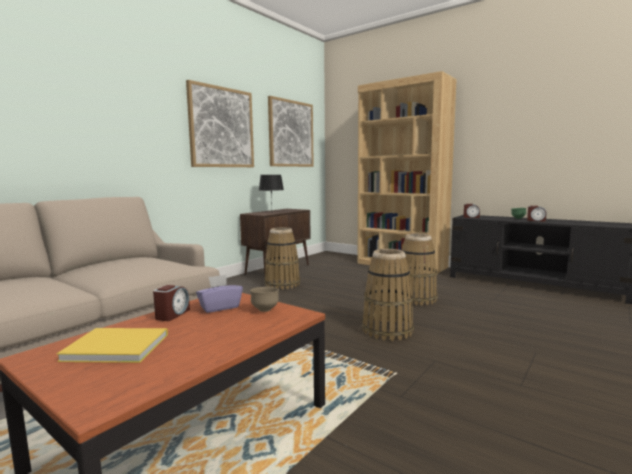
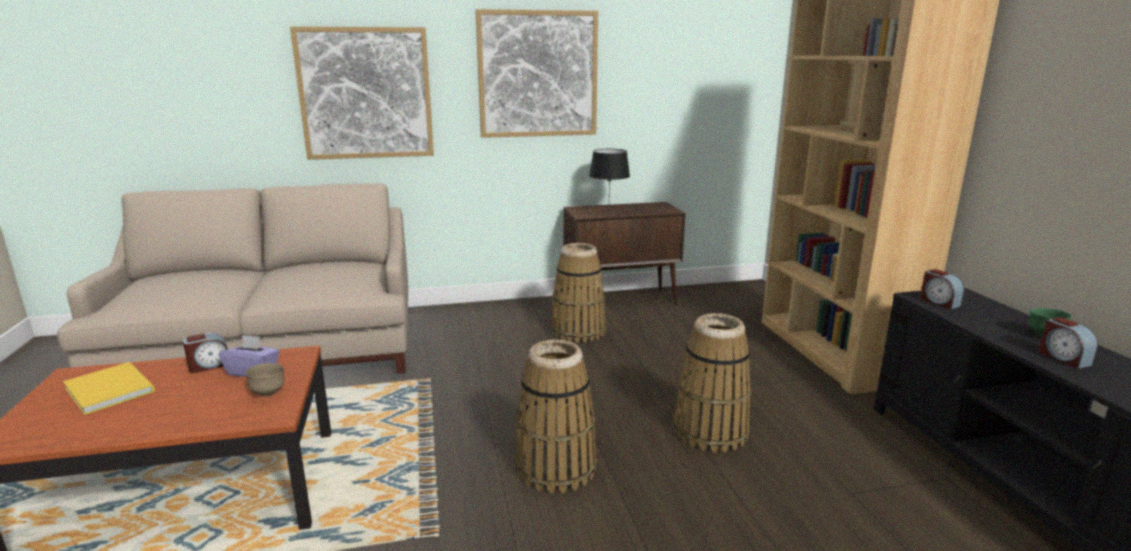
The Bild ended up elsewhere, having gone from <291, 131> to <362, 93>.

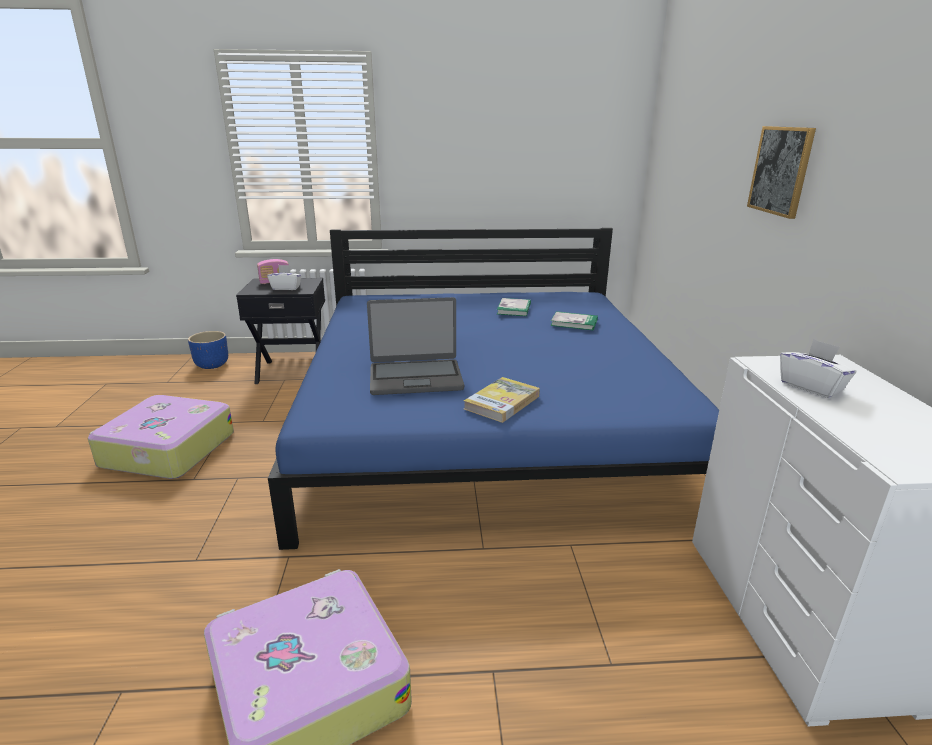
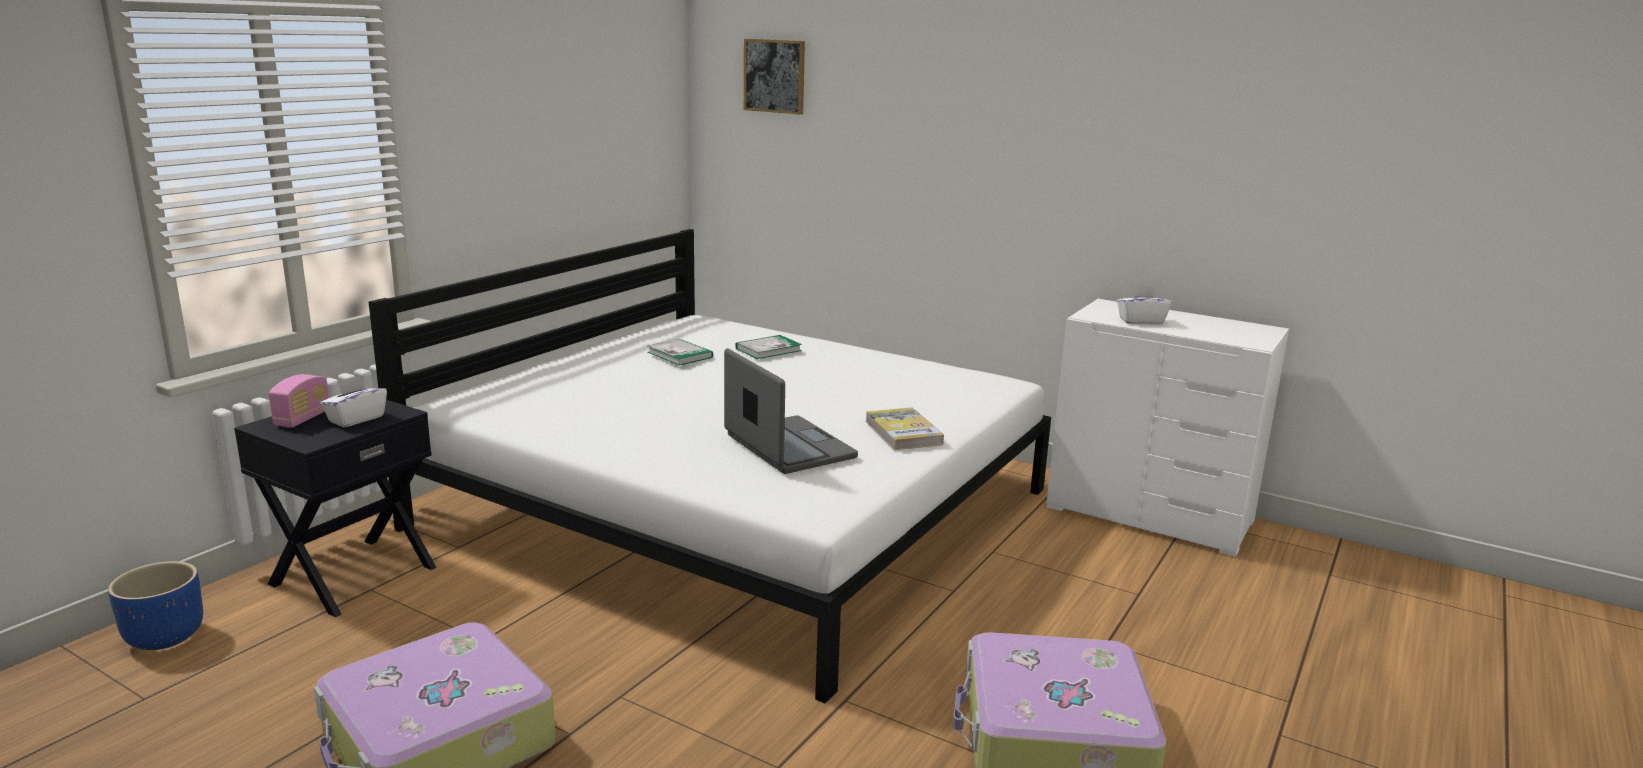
The Bild ended up elsewhere, having gone from <781, 172> to <774, 77>.
What was the Bett (blau) at <493, 389> turned into the Bett (weiß) at <709, 466>.
The Laptop at <415, 346> ended up facing another way, 60 degrees counterclockwise from before.

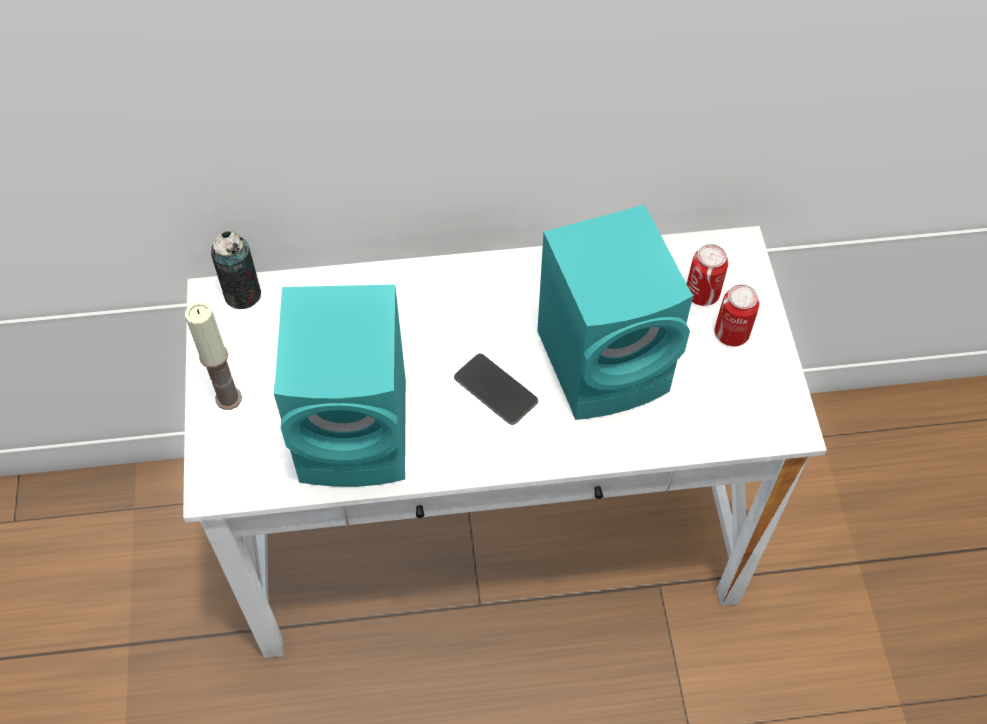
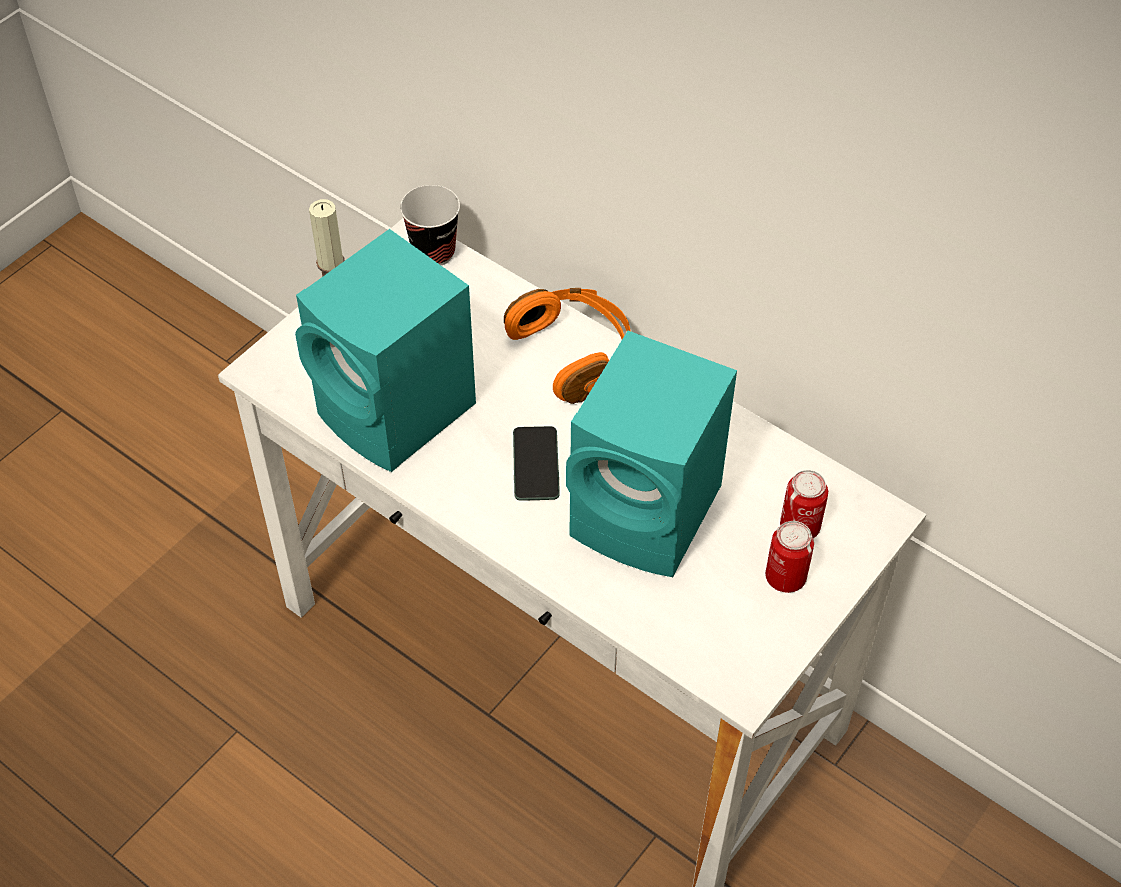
Where the Dose stood at <236, 270>, the Tasse came to stand at <430, 225>.
The second view gained the Kopfhörer (orange) at <567, 346>.

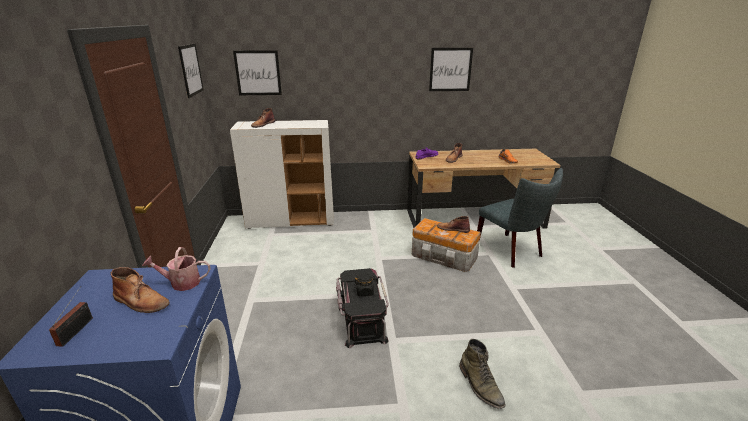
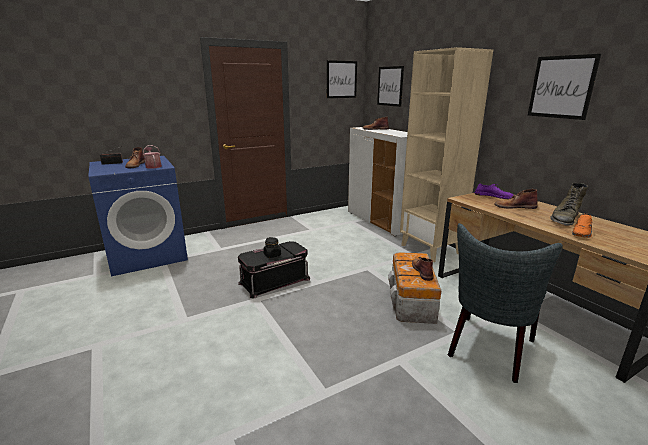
The Stiefel (grün) ended up elsewhere, having gone from <482, 374> to <569, 204>.
The second view gained the Bücherregal (beige) at <446, 154>.

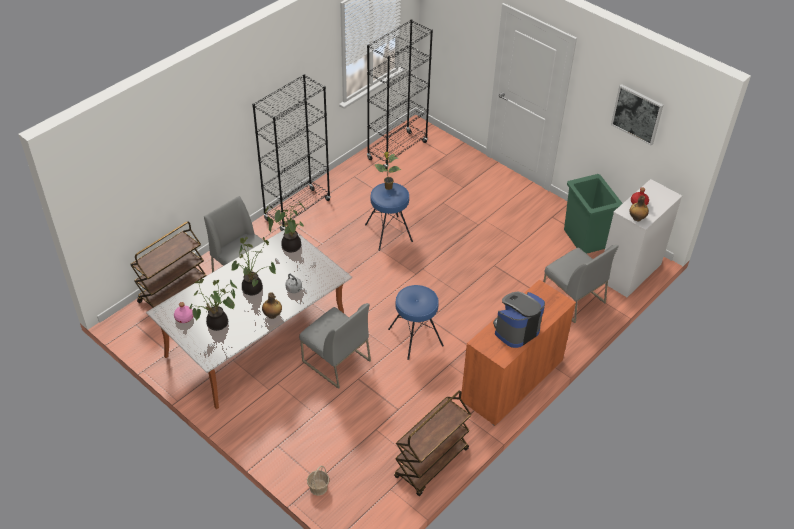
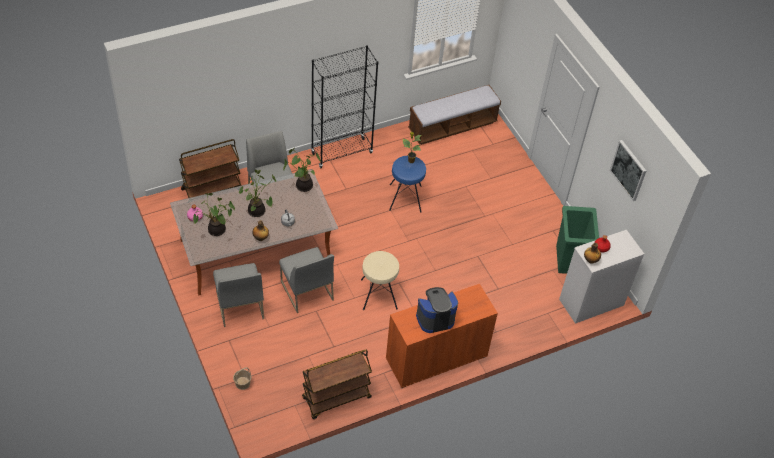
Where the Bücherregal (schwarz) stood at <400, 94>, the Bank came to stand at <454, 115>.
The Stuhl (grau) ended up elsewhere, having gone from <581, 284> to <238, 295>.
What was the Hocker (blau) at <416, 322> turned into the Hocker (beige) at <380, 280>.

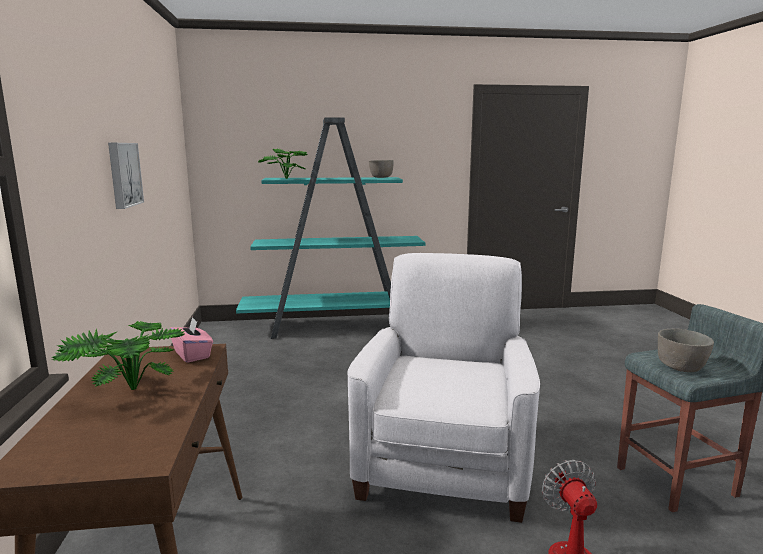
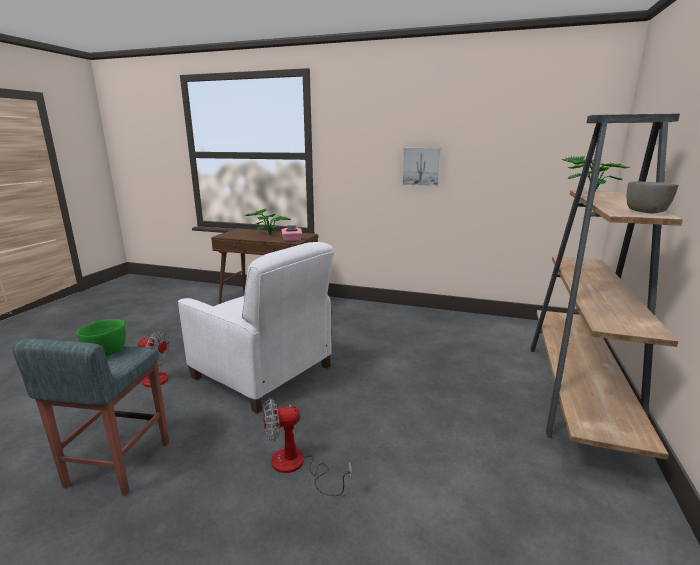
What was the Bücherregal (türkis) at <330, 228> turned into the Bücherregal (braun) at <606, 286>.
What was the Schüssel (grau) at <686, 350> turned into the Schüssel (grün) at <101, 337>.
The second view gained the Ventilator at <307, 447>.

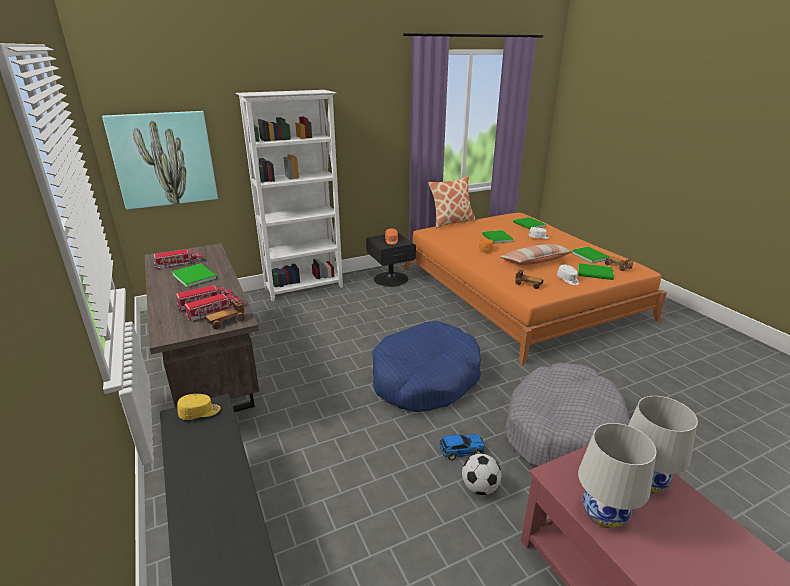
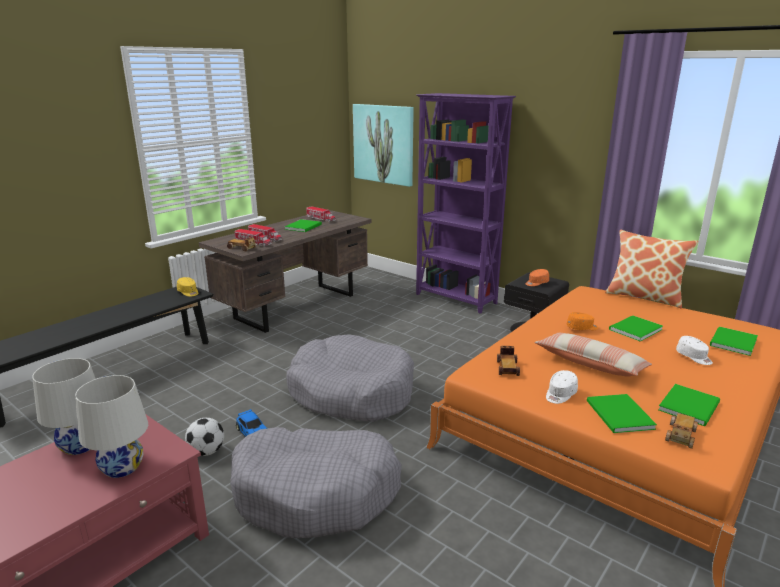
What was the Bücherregal (weiß) at <289, 196> turned into the Bücherregal (lila) at <466, 203>.
What was the Hundebett (blau) at <426, 366> turned into the Hundebett (grau) at <350, 378>.

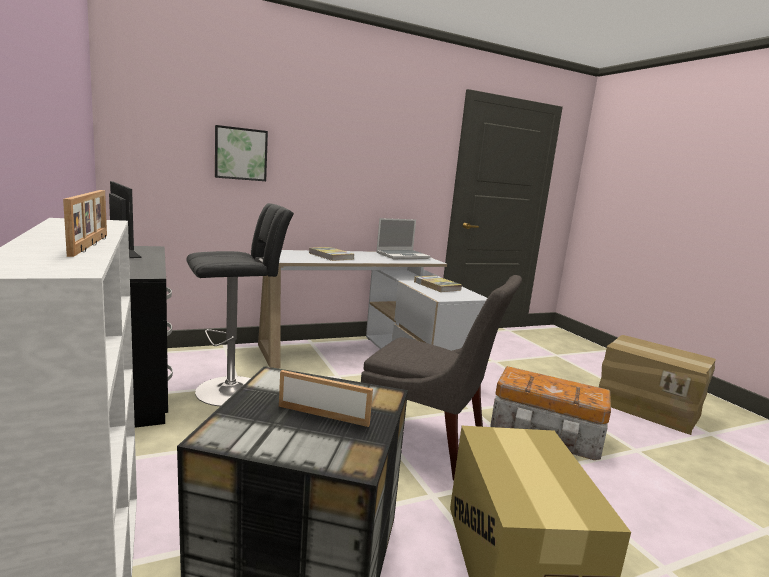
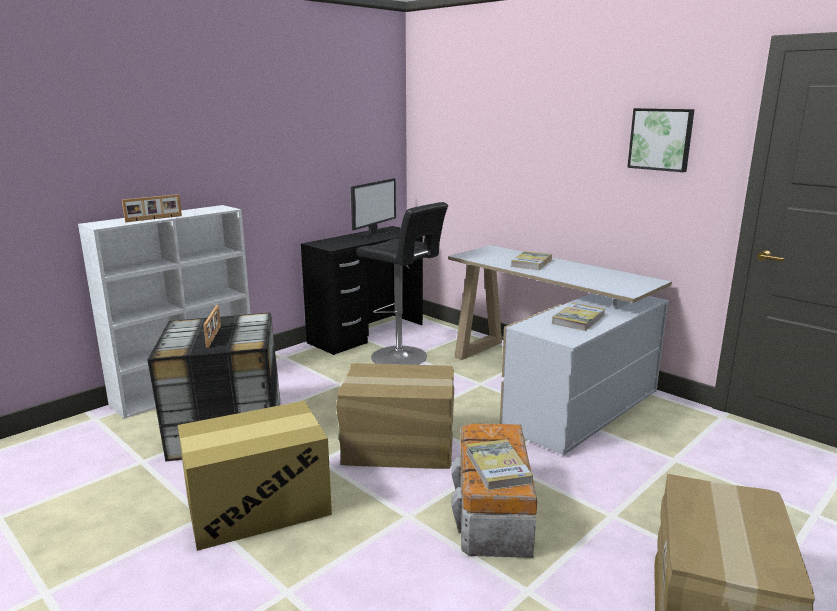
The Bild ended up elsewhere, having gone from <241, 153> to <661, 140>.
The second view lost the Laptop at <403, 238>.
Where the Stuhl (grau) stood at <441, 378>, the Karton came to stand at <395, 416>.
The second view gained the Buch at <499, 464>.

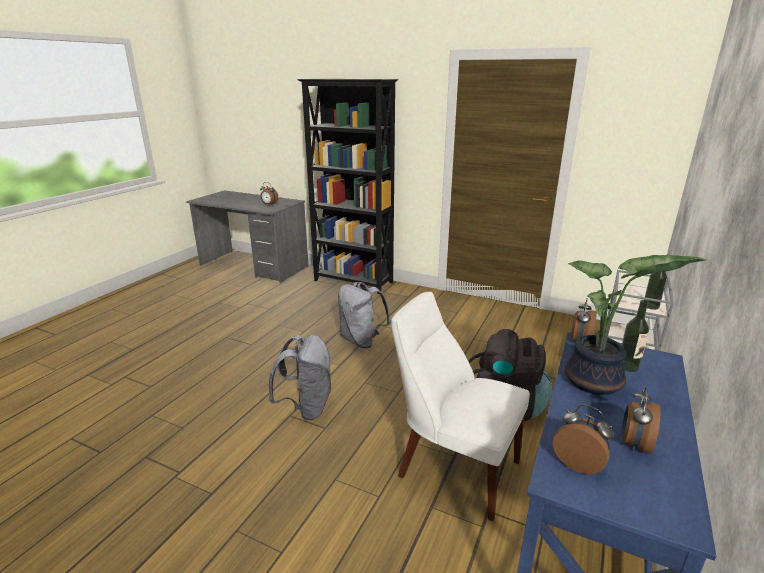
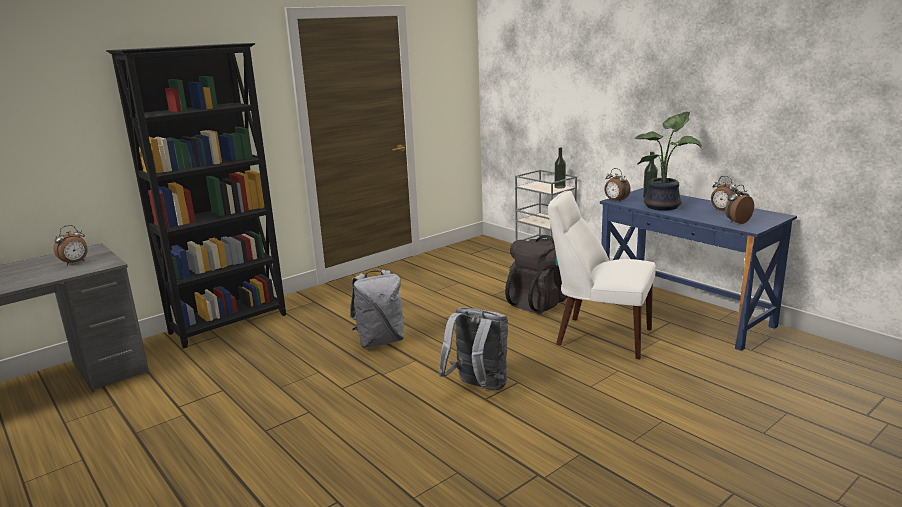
The Stuhl (weiß) at <460, 406> ended up facing another way, 60 degrees clockwise from before.

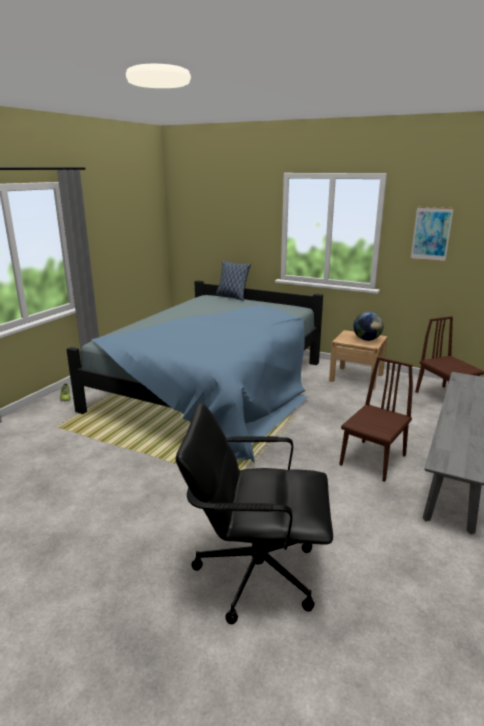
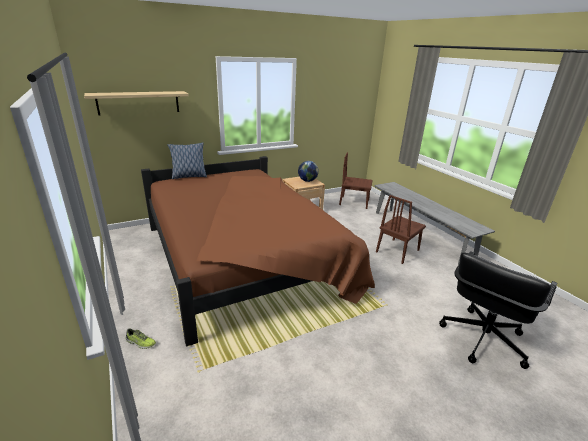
The second view lost the Bild at <432, 234>.
What was the Bett (blau) at <194, 371> turned into the Bett (braun) at <258, 251>.
The Stuhl (braun) at <376, 419> ended up facing another way, 120 degrees counterclockwise from before.
The second view gained the Wandregal at <136, 103>.

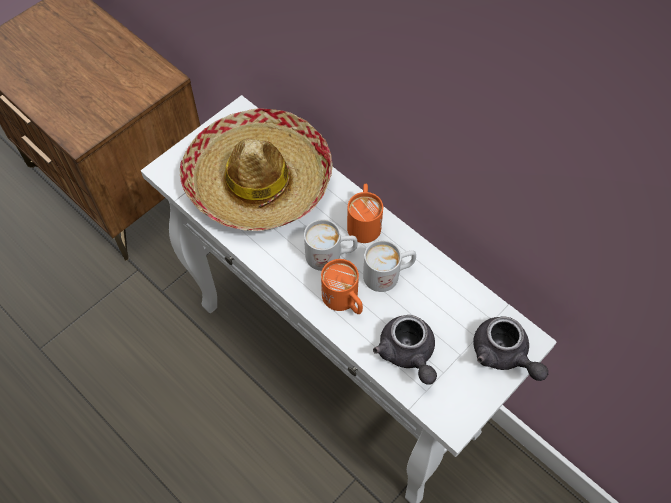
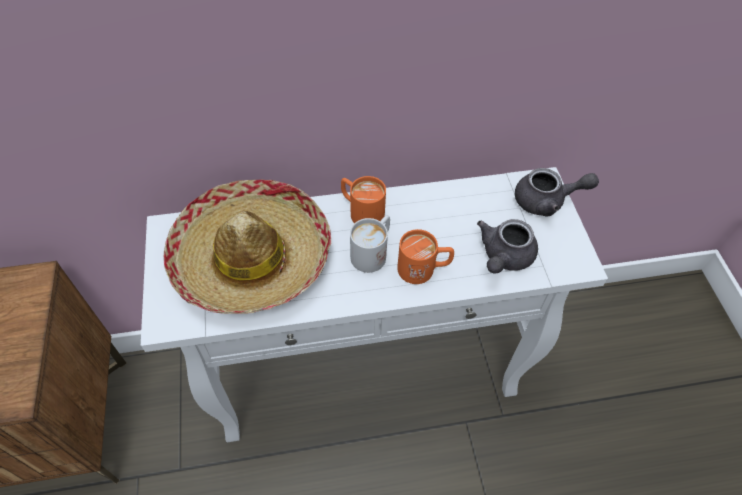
The second view lost the Henkelbecher (weiß) at <389, 266>.
The Teekanne (grau) at <405, 350> ended up facing another way, 105 degrees clockwise from before.

